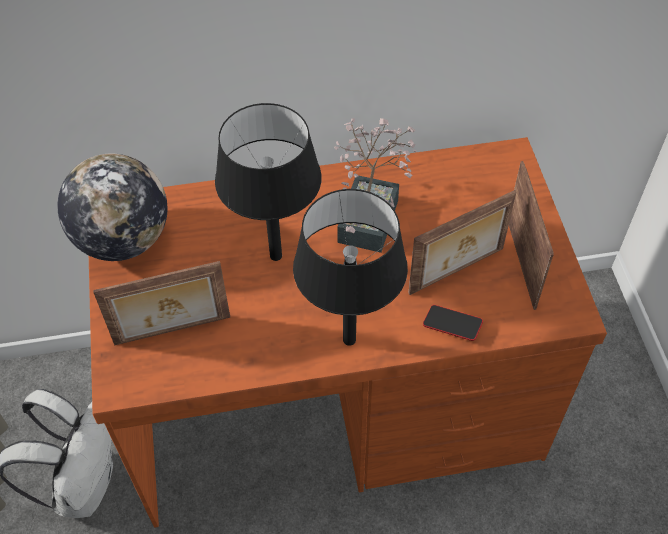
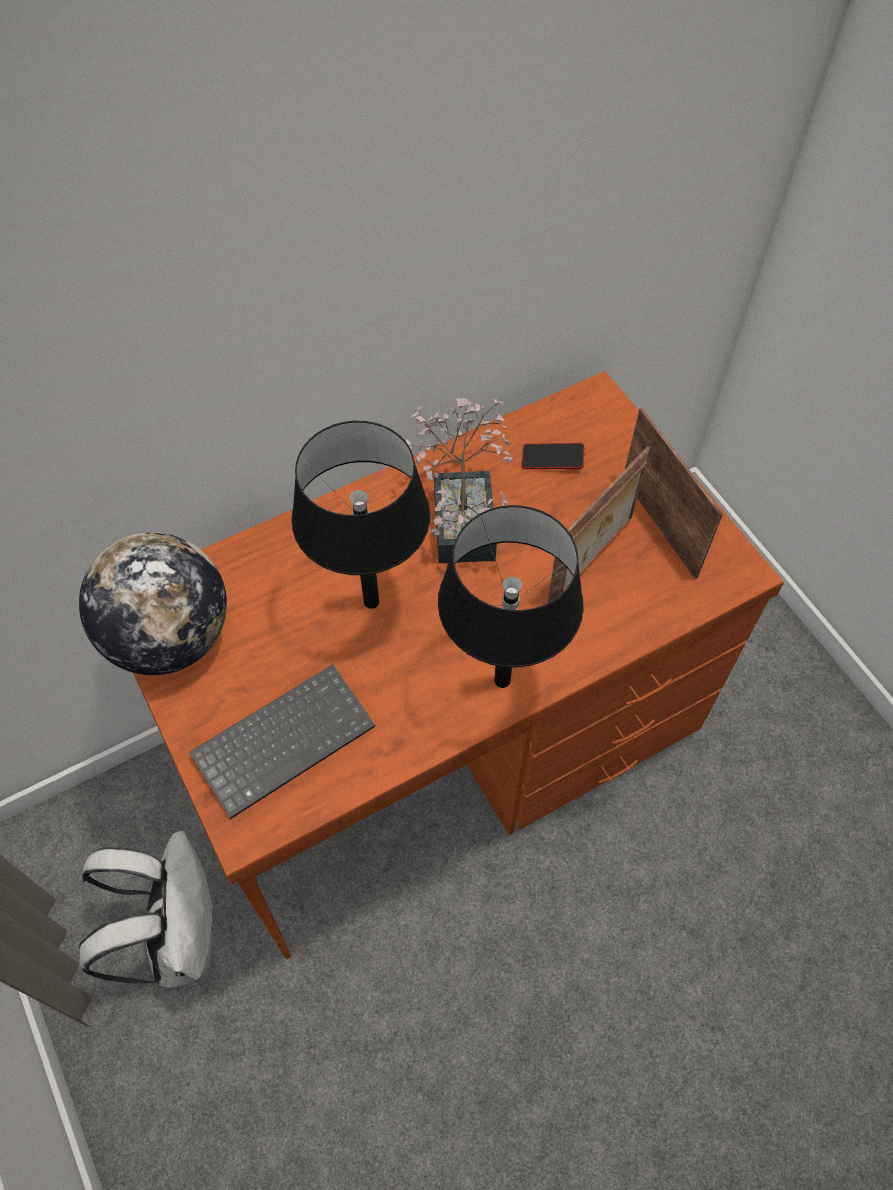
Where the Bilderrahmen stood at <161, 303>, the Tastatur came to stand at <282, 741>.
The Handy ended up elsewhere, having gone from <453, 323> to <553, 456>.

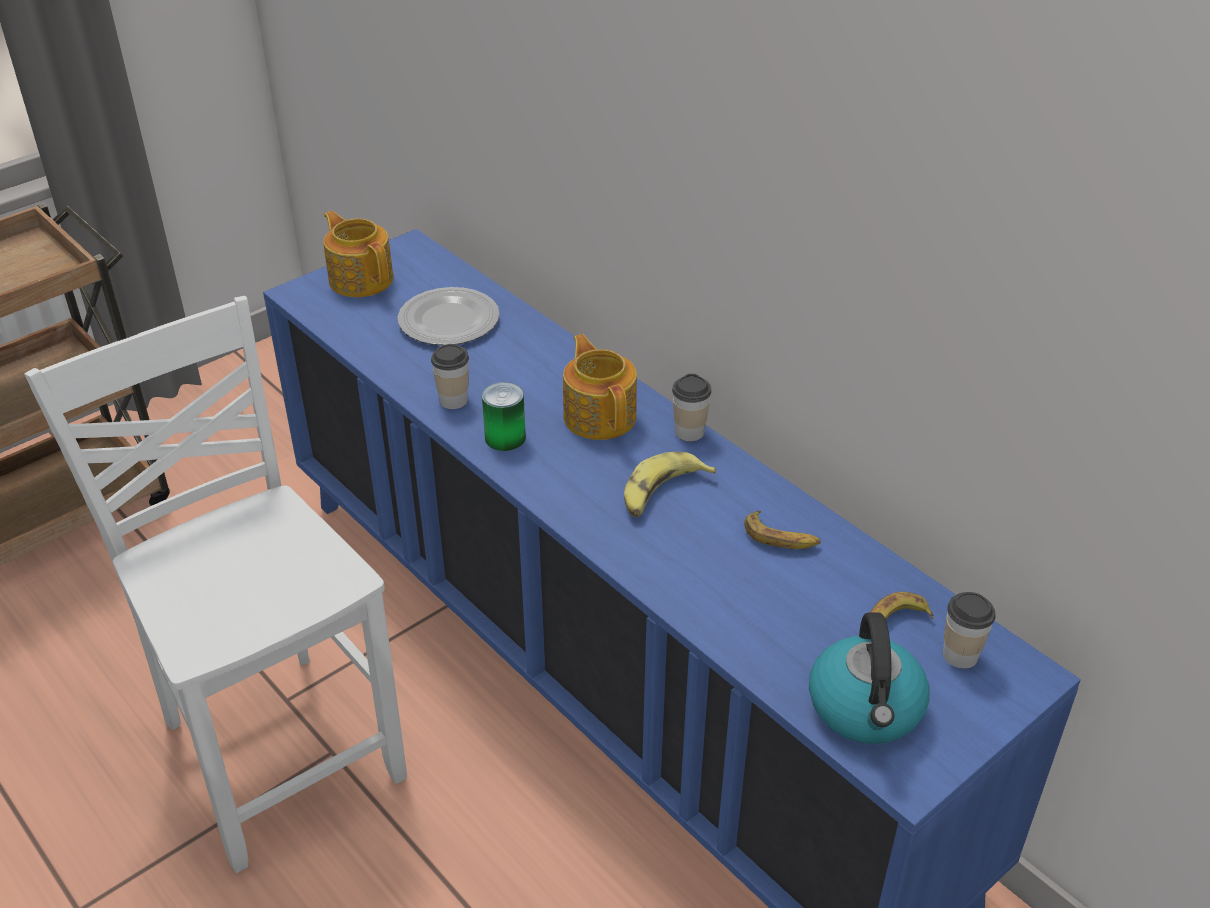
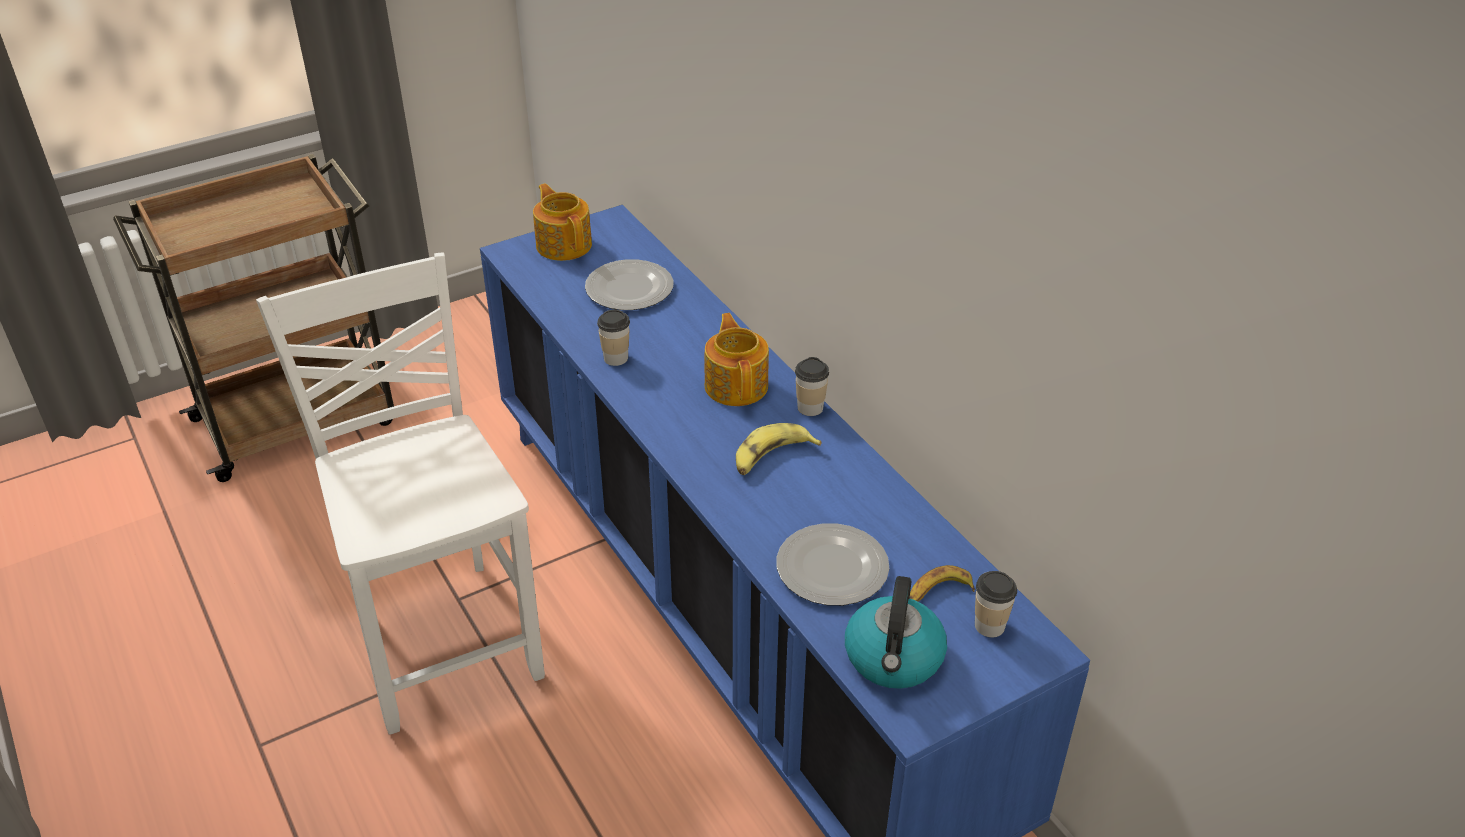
The second view lost the Dose at <504, 416>.
The second view lost the Banane at <782, 530>.
The second view gained the Teller at <832, 564>.

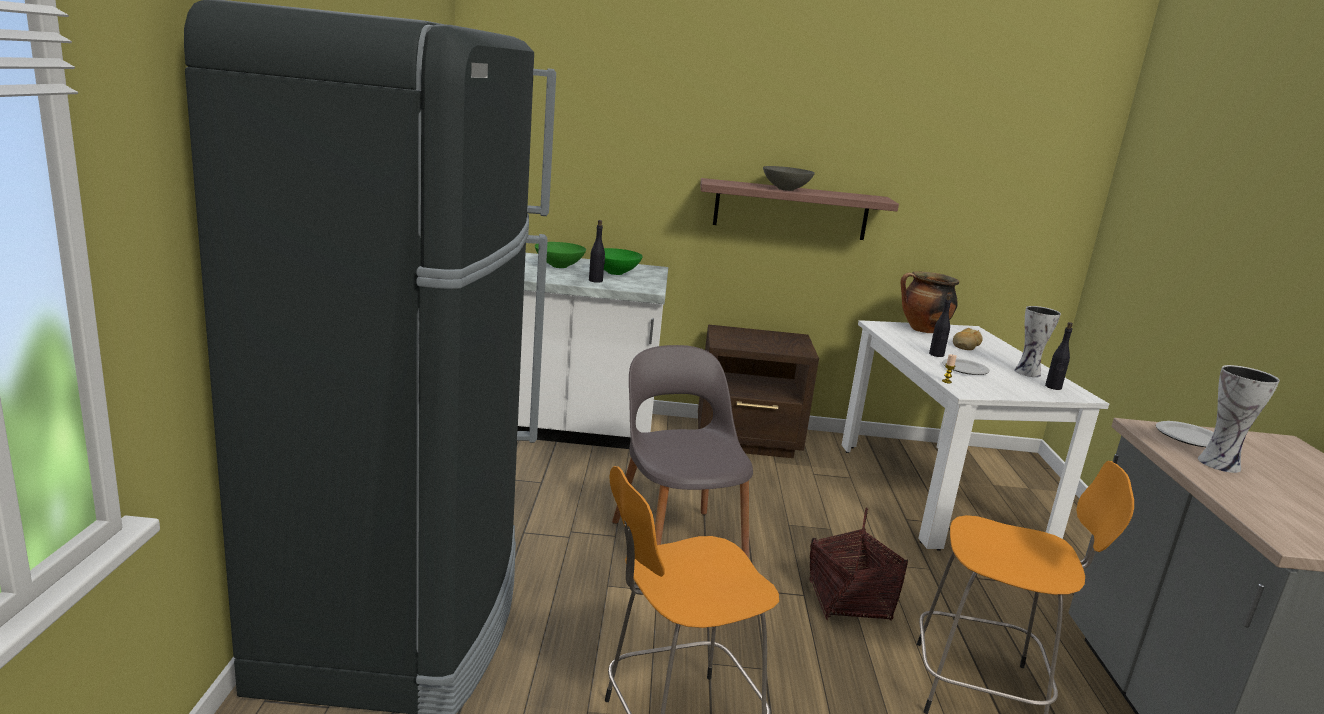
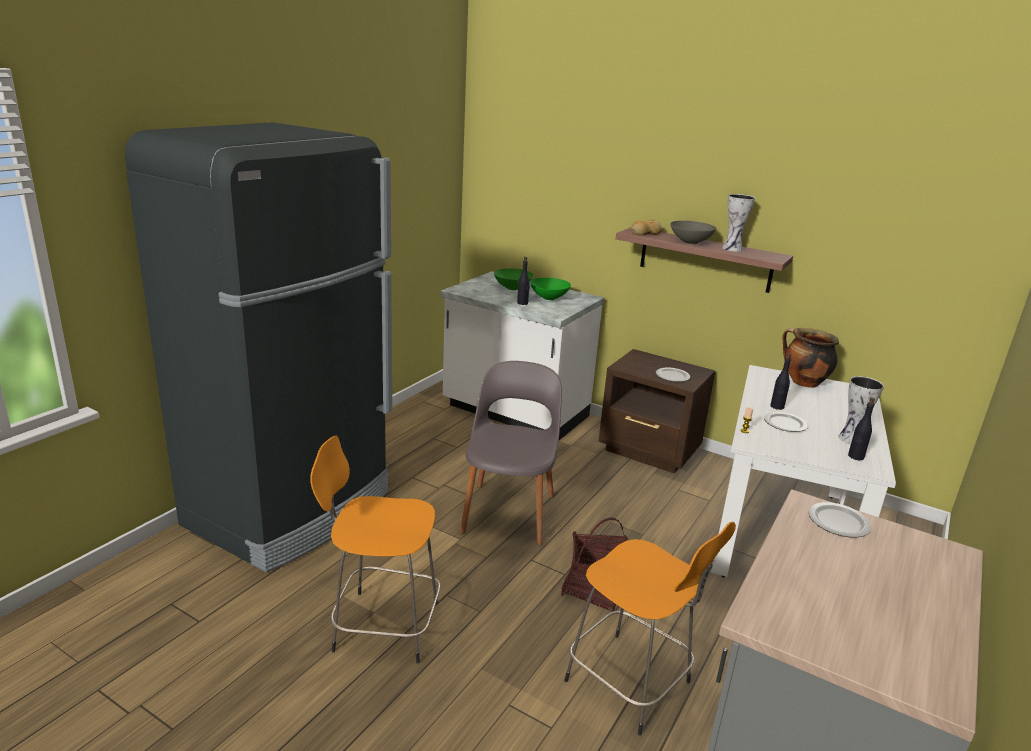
The Brot ended up elsewhere, having gone from <968, 339> to <646, 227>.
The Vase ended up elsewhere, having gone from <1239, 419> to <738, 223>.
The second view gained the Teller at <673, 375>.

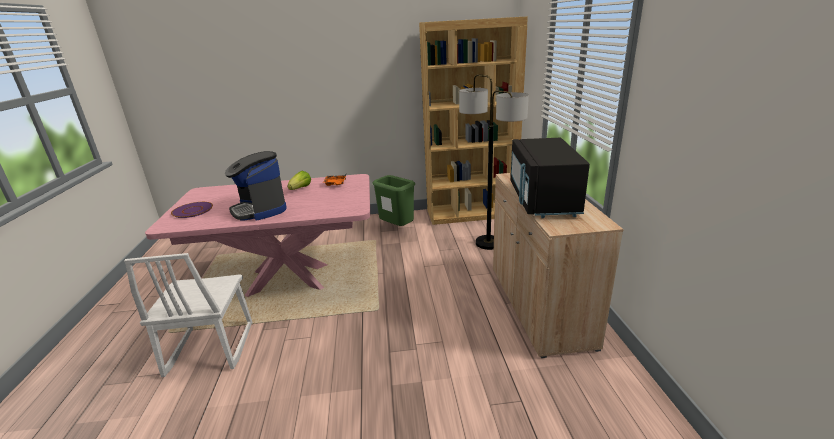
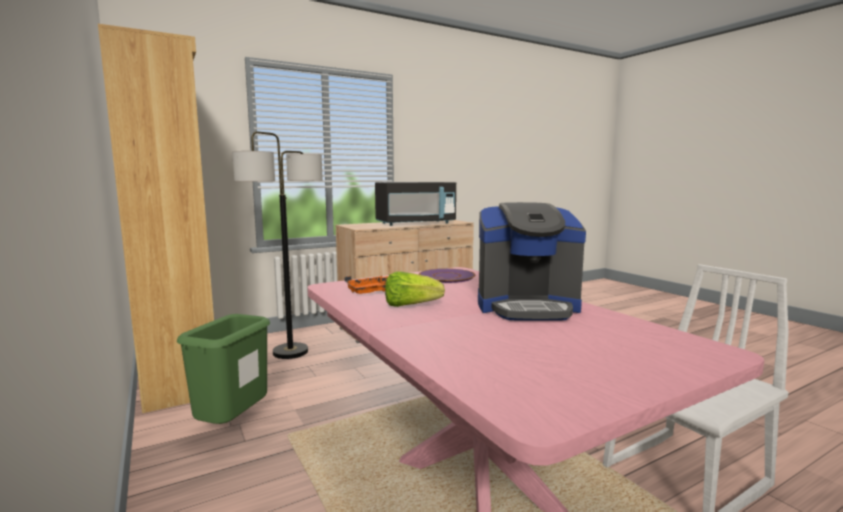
The Kaffeemaschine at <256, 186> ended up facing another way, 60 degrees clockwise from before.
The Teller (lila) ended up elsewhere, having gone from <192, 210> to <447, 275>.

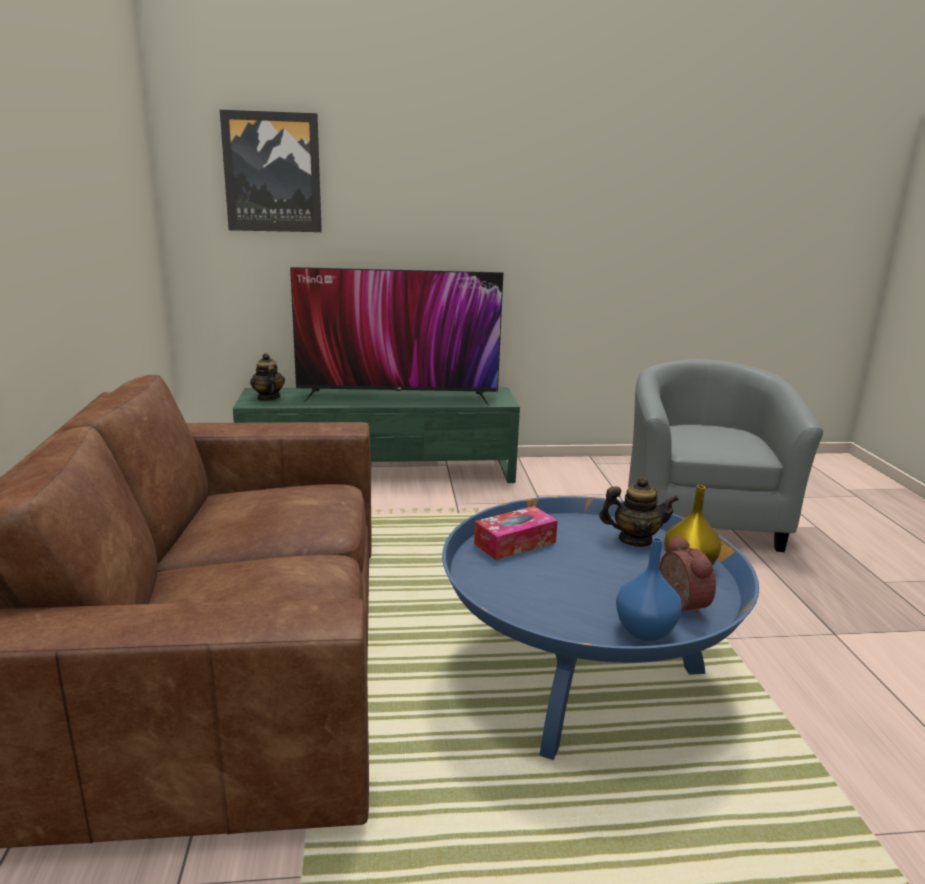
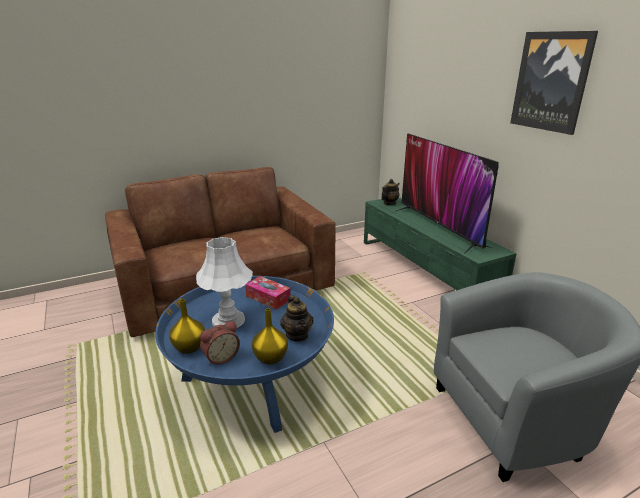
The Bild ended up elsewhere, having gone from <271, 171> to <554, 83>.
What was the Vase (blau) at <649, 589> turned into the Vase (gelb) at <187, 326>.
The second view gained the Tischlampe (weiß) at <224, 282>.

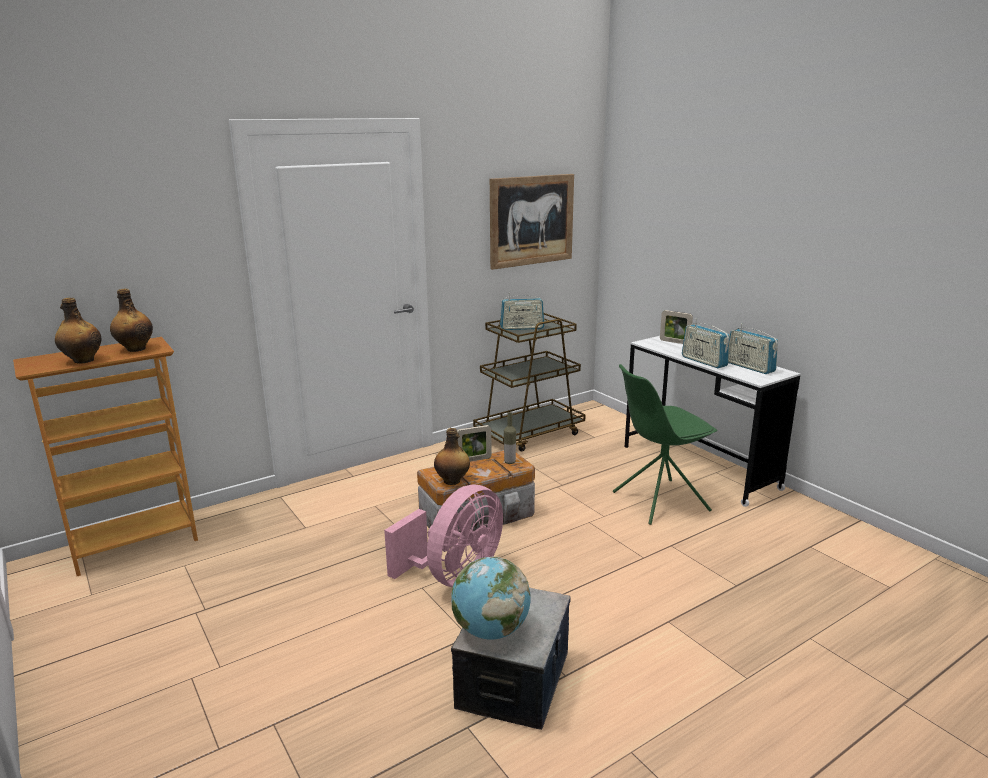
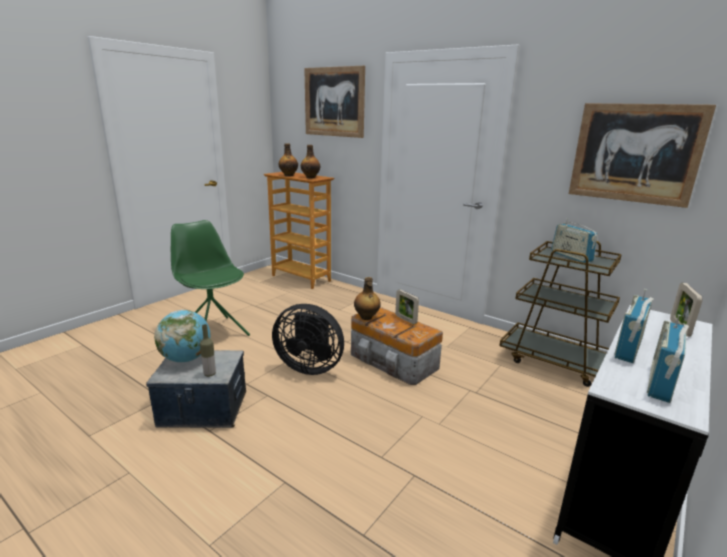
The Stuhl (grün) ended up elsewhere, having gone from <665, 444> to <210, 278>.
The Flasche ended up elsewhere, having gone from <510, 438> to <208, 350>.
What was the Ventilator (rosa) at <443, 536> turned into the Ventilator (schwarz) at <308, 339>.
The second view gained the Bild at <334, 102>.

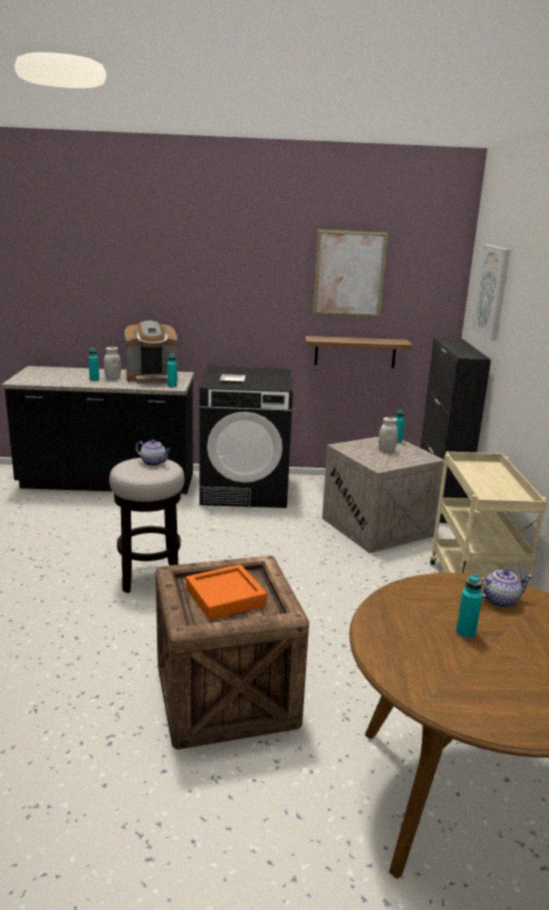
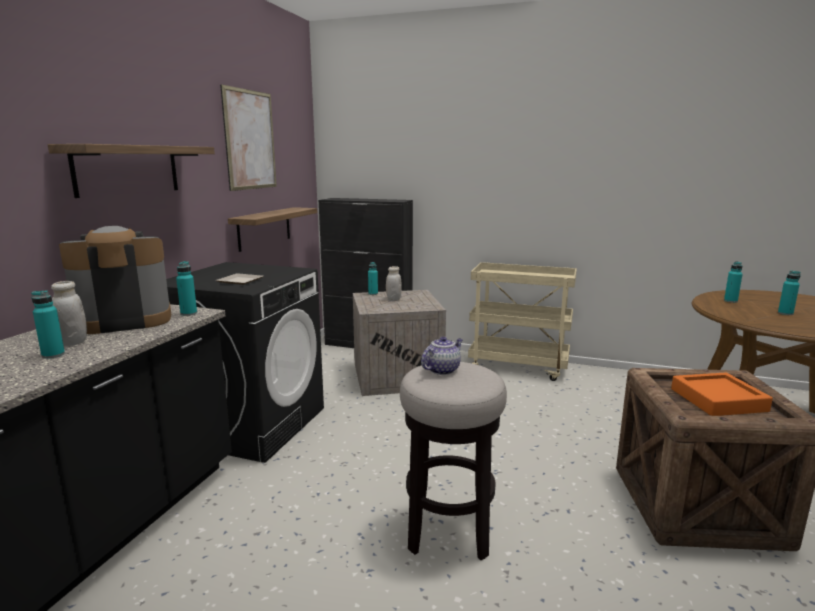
The second view lost the Bild at <491, 292>.
The Kaffeemaschine at <151, 352> ended up facing another way, 120 degrees counterclockwise from before.
Where the Teekanne stood at <506, 588>, the Flasche (türkis) came to stand at <733, 282>.
The second view gained the Wandregal at <131, 171>.

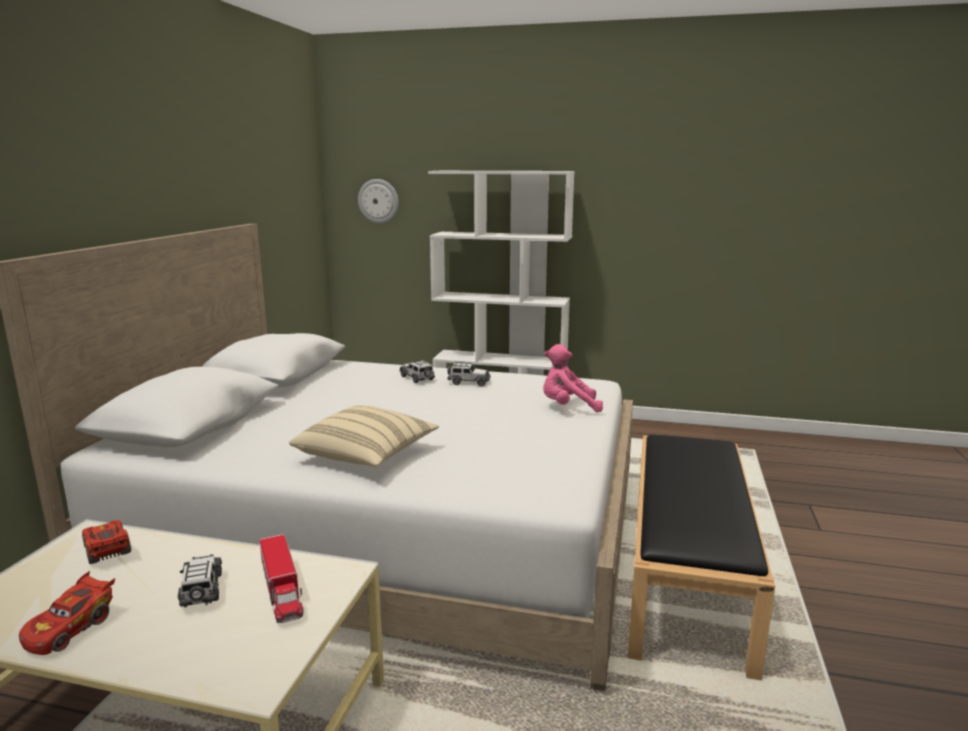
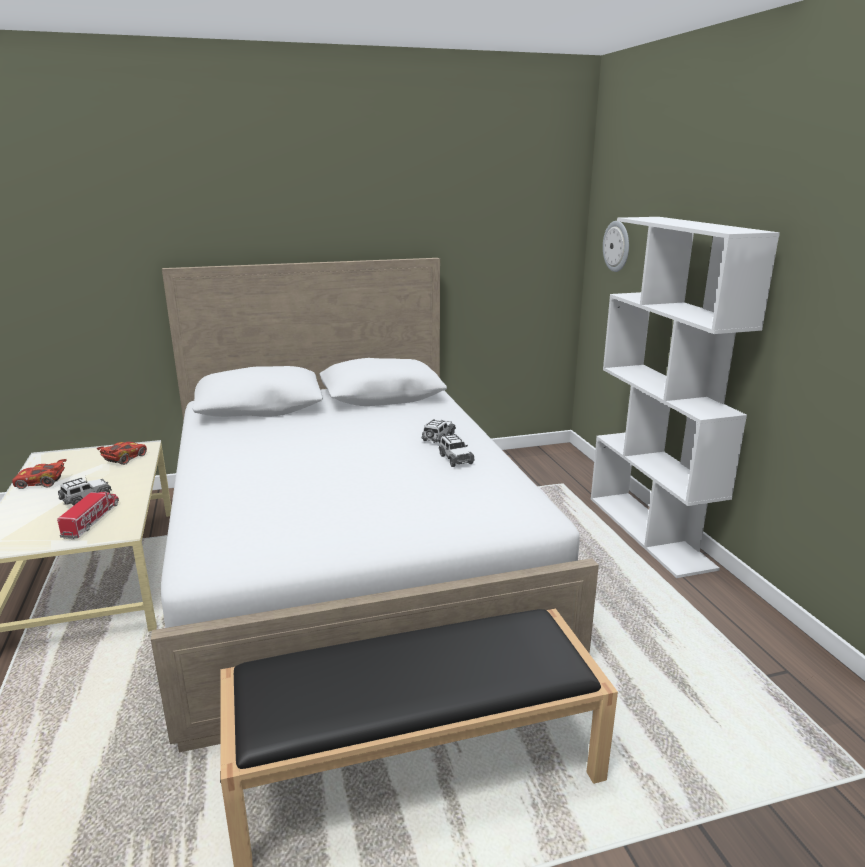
The second view lost the Plüschtier (rosa) at <573, 378>.
The second view lost the Kissen (beige) at <364, 436>.
The Spielzeuglaster at <281, 578> ended up facing another way, 150 degrees clockwise from before.

